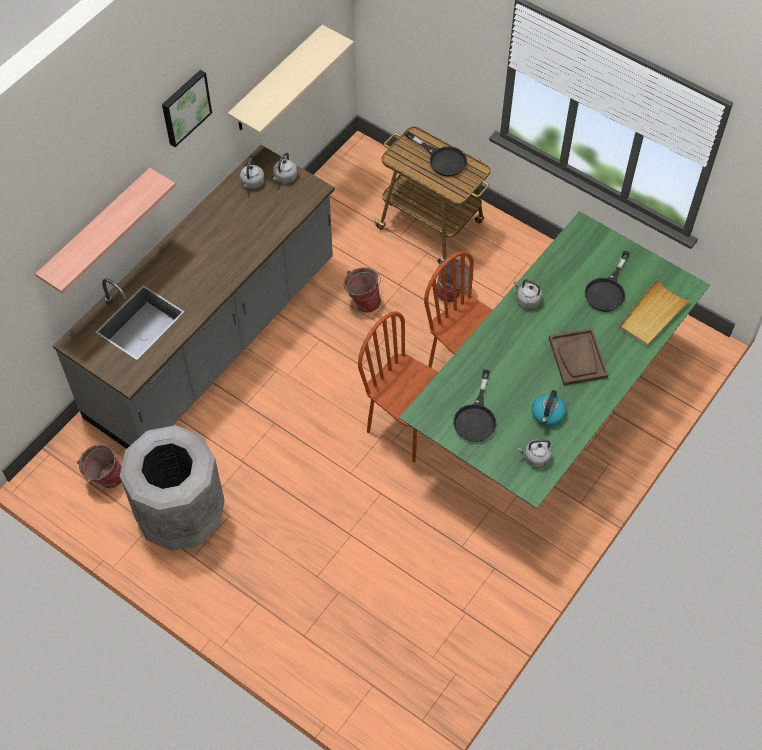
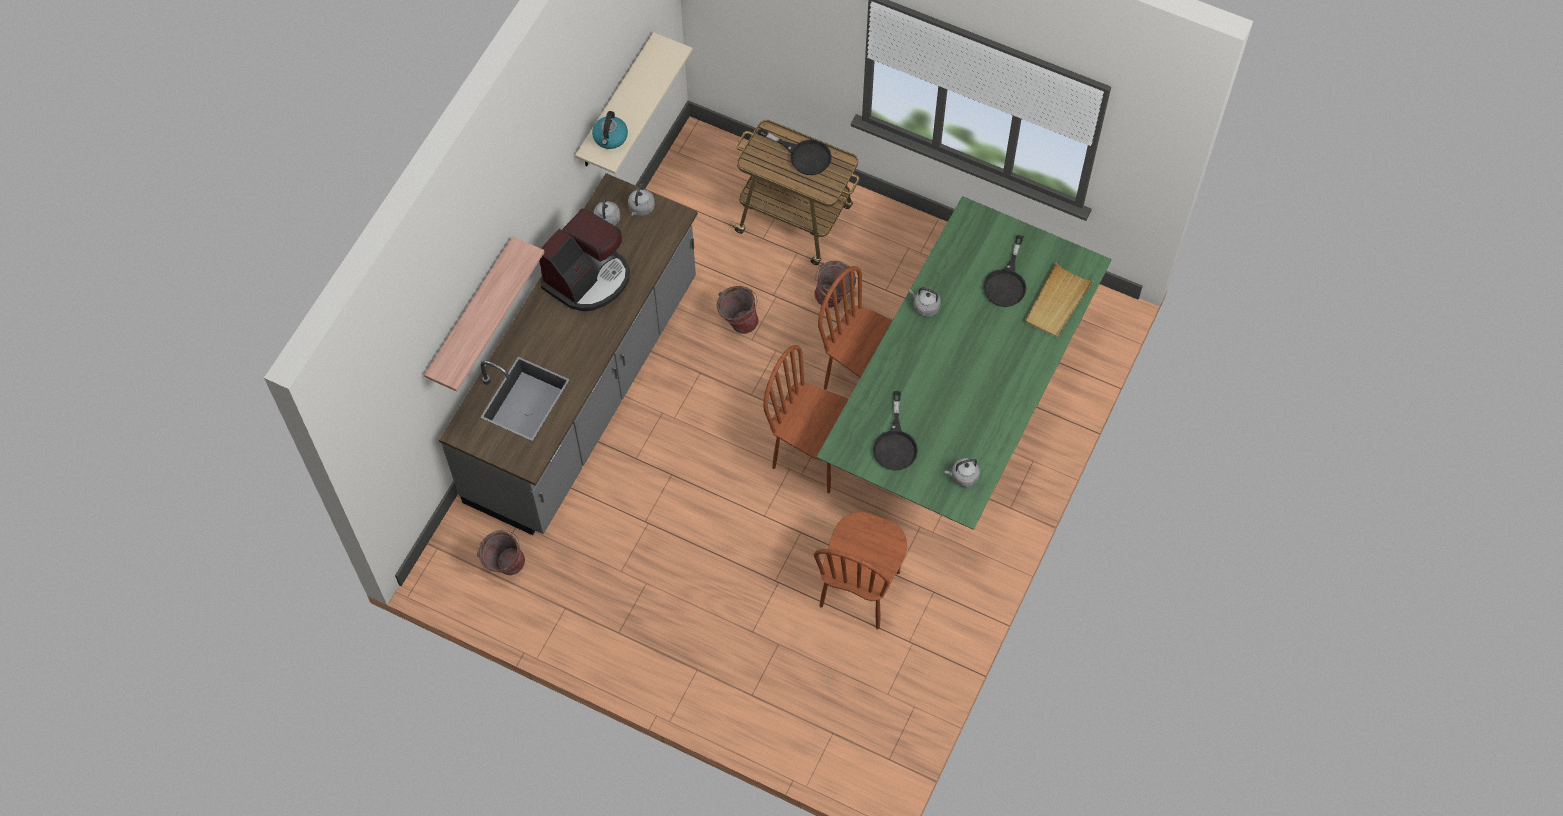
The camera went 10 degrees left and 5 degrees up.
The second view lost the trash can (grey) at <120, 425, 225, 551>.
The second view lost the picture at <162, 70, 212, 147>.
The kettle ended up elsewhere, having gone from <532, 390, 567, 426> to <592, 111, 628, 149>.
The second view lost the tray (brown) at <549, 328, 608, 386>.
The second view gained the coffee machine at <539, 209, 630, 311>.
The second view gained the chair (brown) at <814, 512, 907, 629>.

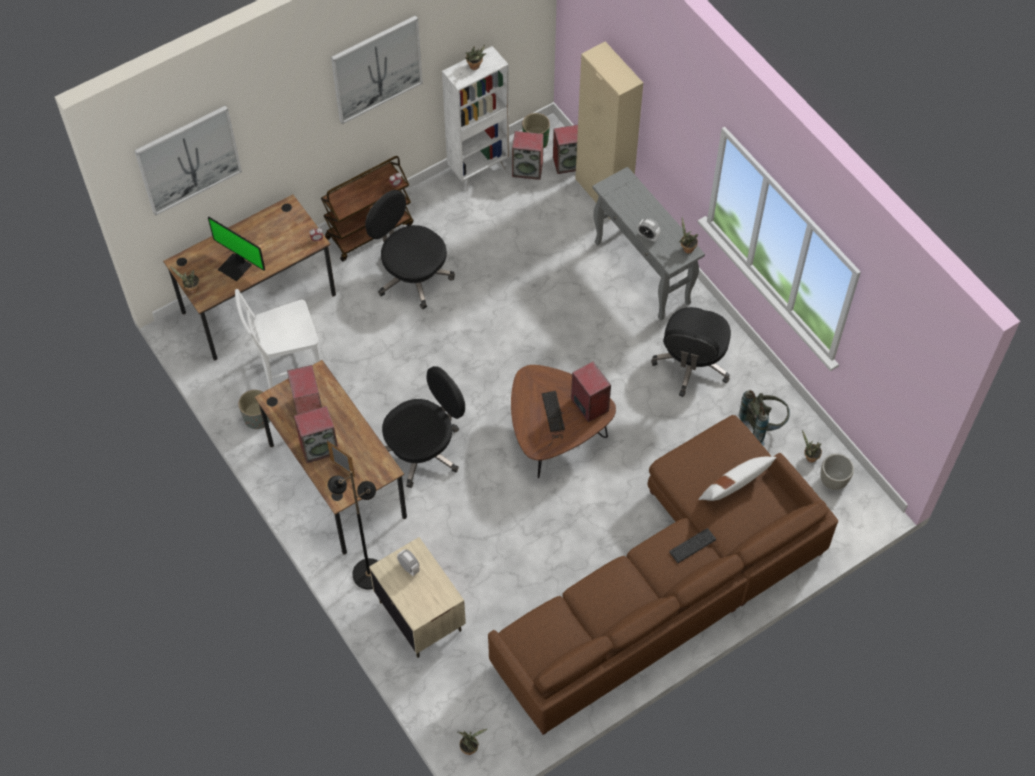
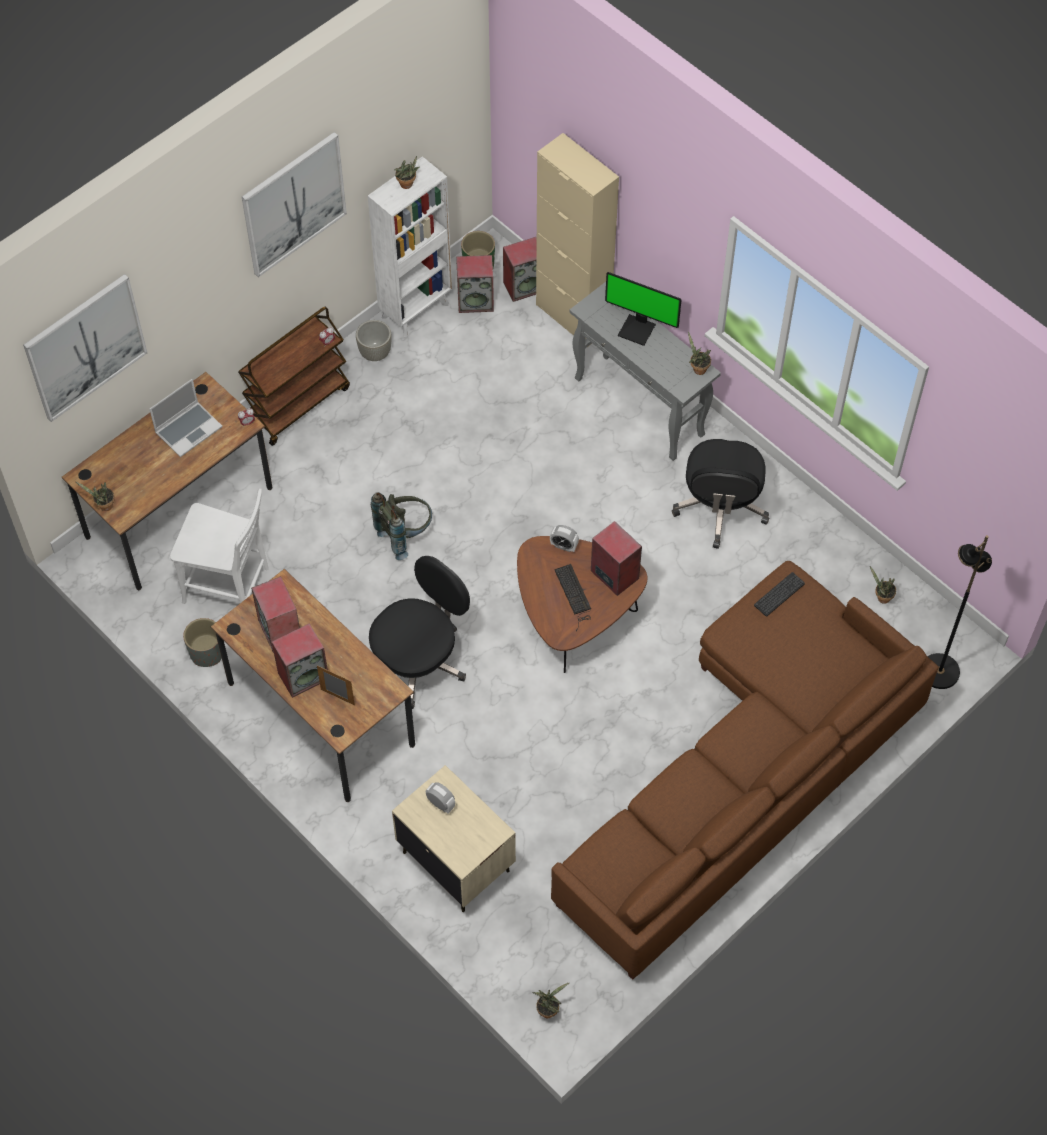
The camera went 10 degrees left and 0 degrees up.
The monitor ended up elsewhere, having gone from <208, 217, 265, 281> to <605, 272, 681, 346>.
The chair (white) at <235, 289, 320, 389> ended up facing another way, 135 degrees counterclockwise from before.
The floor lamp (black) ended up elsewhere, having gone from <327, 471, 378, 589> to <928, 535, 992, 689>.
The second view lost the office chair (black) at <365, 190, 455, 309>.
The alarm clock ended up elsewhere, having gone from <637, 218, 661, 242> to <550, 525, 579, 552>.
The keyboard ended up elsewhere, having gone from <669, 528, 716, 563> to <754, 572, 805, 617>.
The second view lost the pillow (white) at <698, 456, 776, 501>.
The backpack (grey) ended up elsewhere, having gone from <739, 390, 790, 446> to <371, 492, 432, 560>.
The planter (grey) ended up elsewhere, having gone from <821, 454, 854, 490> to <356, 320, 392, 361>.
The second view gained the laptop at <150, 379, 222, 457>.

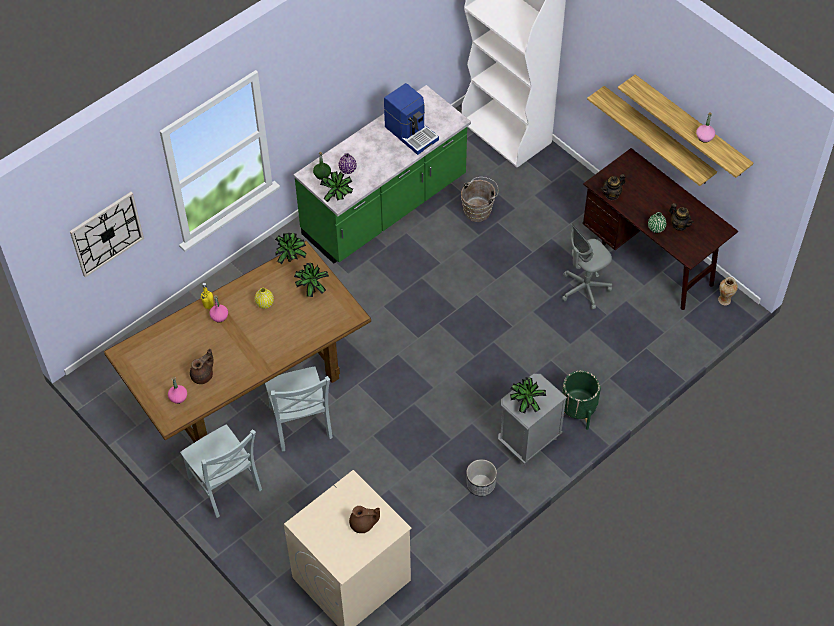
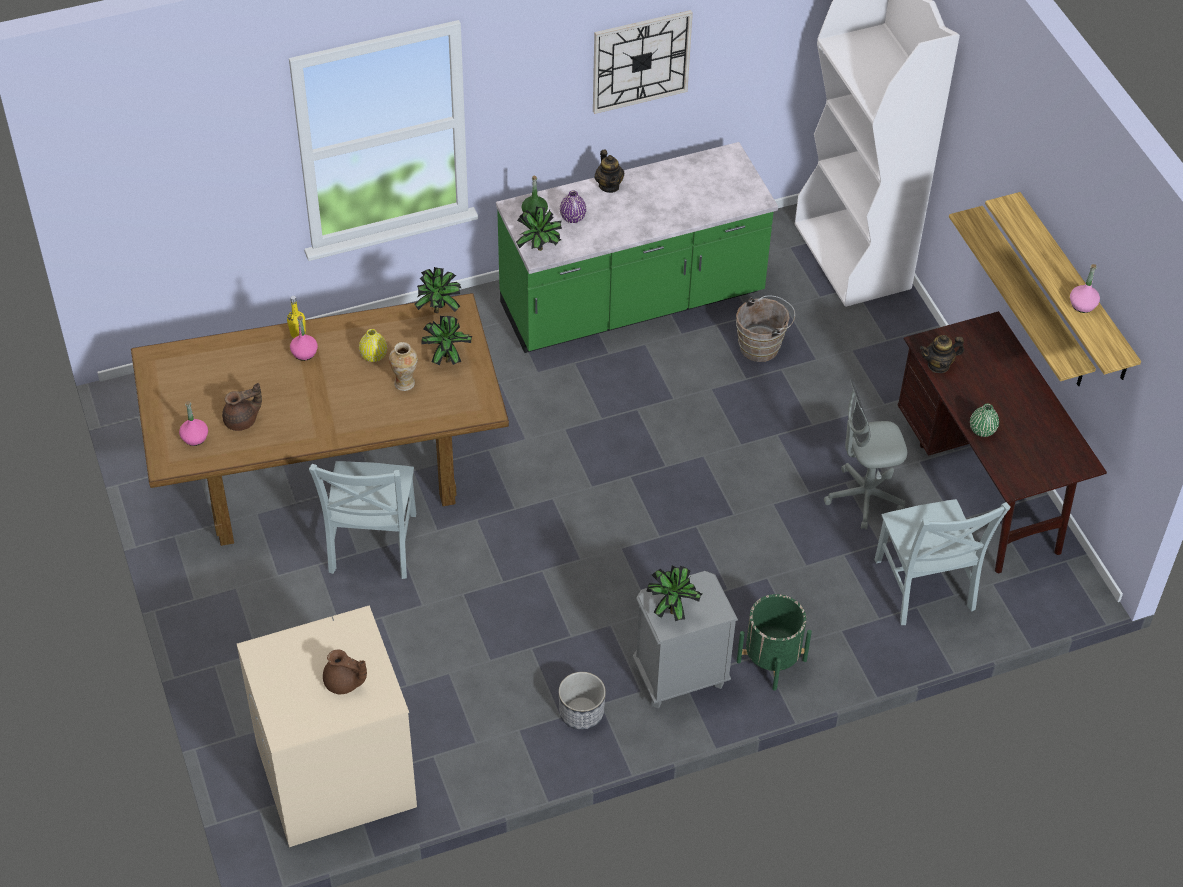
The camera went 20 degrees right and 5 degrees down.
The wall clock ended up elsewhere, having gone from <70, 192, 144, 278> to <593, 10, 693, 114>.
The chair (grey) ended up elsewhere, having gone from <180, 424, 262, 518> to <874, 499, 1011, 625>.
The second view lost the coffee machine at <384, 83, 439, 155>.
The teapot ended up elsewhere, having gone from <669, 203, 694, 231> to <595, 150, 624, 193>.
The vase ended up elsewhere, having gone from <718, 277, 738, 306> to <389, 342, 418, 391>.

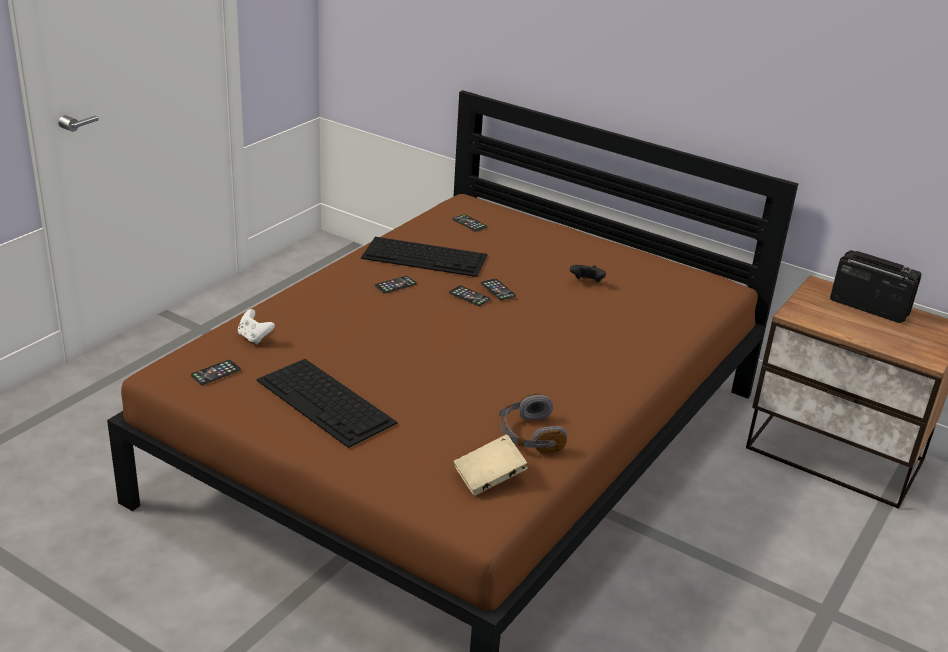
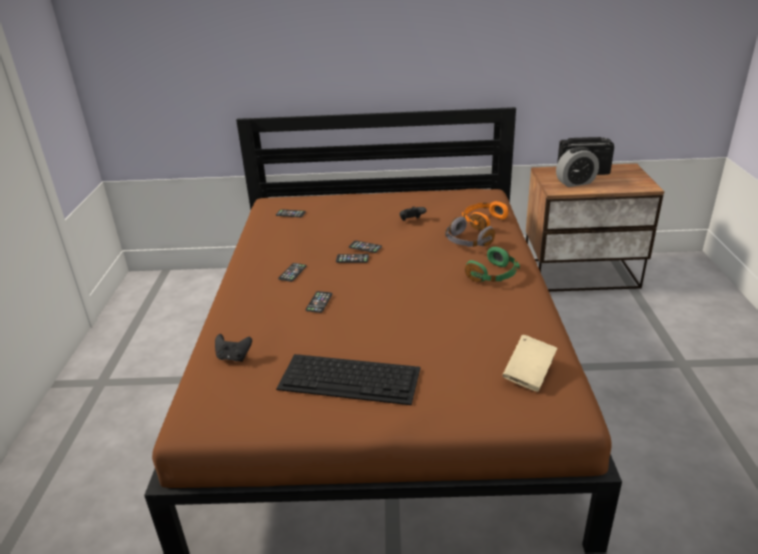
The camera went 30 degrees left and 0 degrees up.
The phone ended up elsewhere, having gone from <191, 360, 241, 385> to <306, 291, 332, 313>.
What was the game controller (white) at <238, 309, 275, 344> turned into the game controller (black) at <215, 334, 252, 362>.
The second view lost the keyboard at <361, 237, 487, 277>.
The headphones (grey) ended up elsewhere, having gone from <499, 394, 567, 454> to <445, 217, 495, 247>.
The second view gained the headphones (orange) at <462, 201, 509, 230>.
The second view gained the headphones (green) at <465, 247, 520, 282>.
The second view gained the alarm clock at <556, 147, 599, 187>.

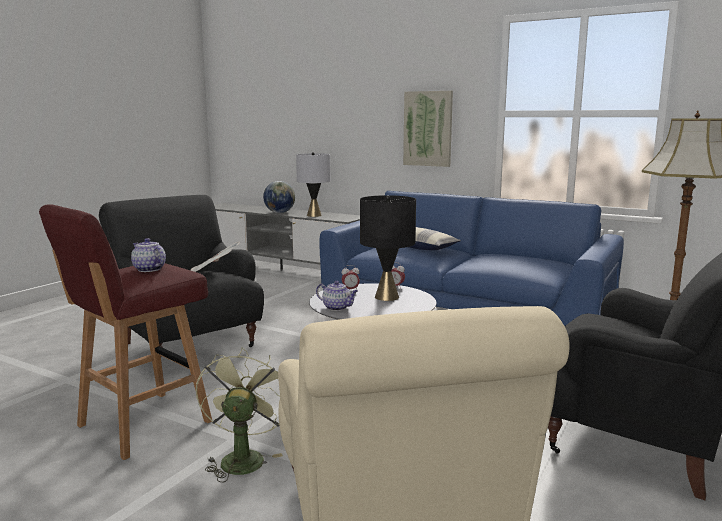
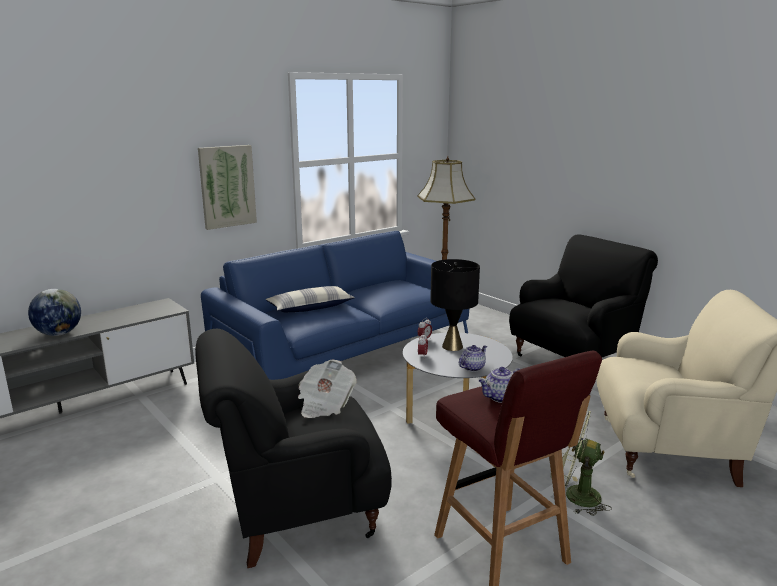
The camera went 70 degrees left and 5 degrees up.
The second view lost the table lamp (grey) at <296, 152, 330, 217>.

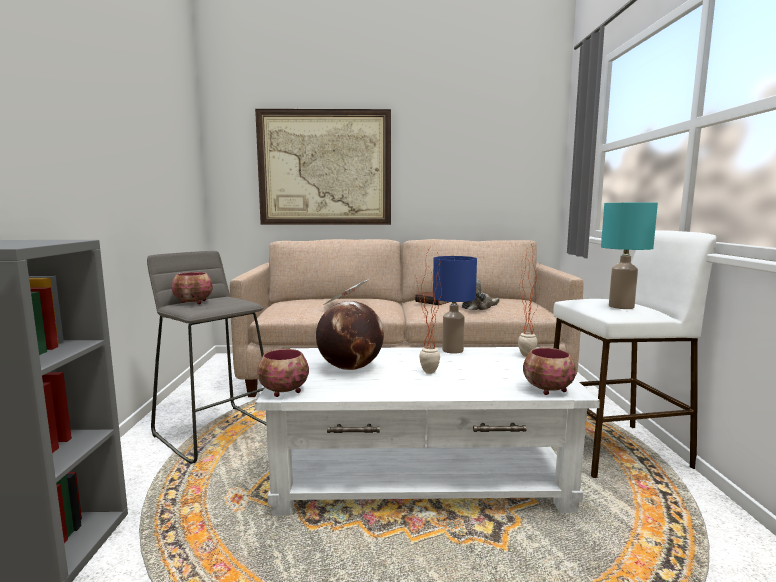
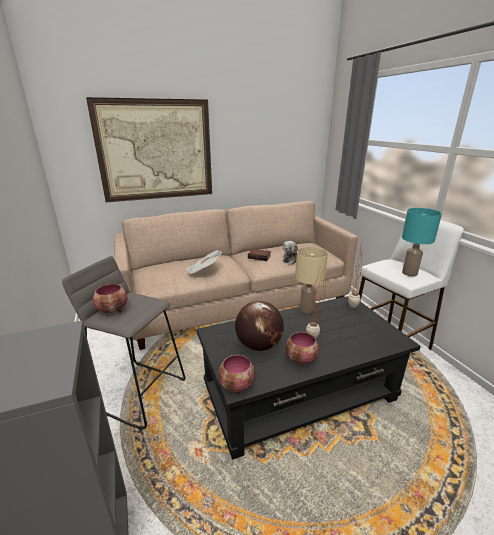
The camera went 20 degrees left and 15 degrees up.
What was the coffee table (white) at <255, 347, 600, 516> turned into the coffee table (black) at <196, 296, 421, 460>.
What was the table lamp (blue) at <433, 256, 477, 354> turned into the table lamp (beige) at <295, 247, 328, 314>.
The bowl ended up elsewhere, having gone from <523, 348, 576, 395> to <285, 332, 319, 367>.

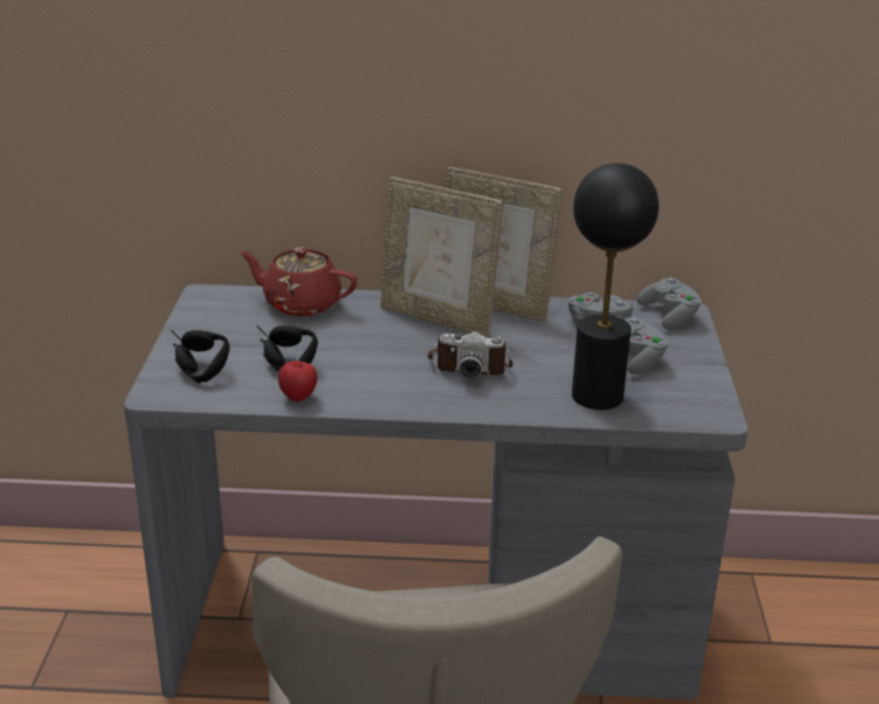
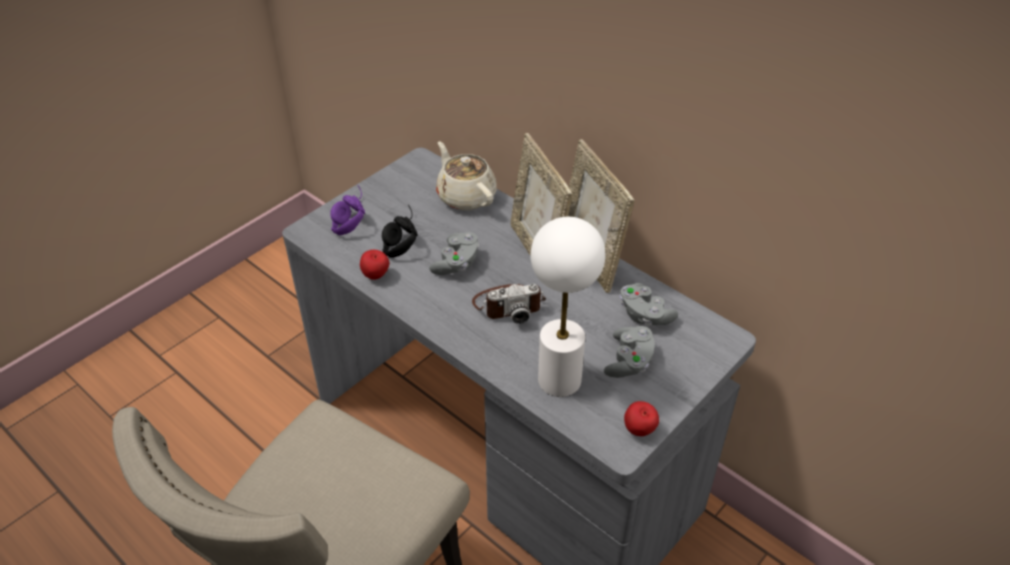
The camera went 40 degrees right and 15 degrees up.
What was the headphones (black) at <171, 330, 230, 383> turned into the headphones (purple) at <330, 185, 365, 235>.
What was the teapot (red) at <239, 247, 358, 316> turned into the teapot (beige) at <436, 141, 497, 210>.
The photo camera at <428, 331, 513, 378> ended up facing another way, 60 degrees counterclockwise from before.
What was the table lamp (black) at <572, 163, 659, 410> turned into the table lamp (white) at <531, 217, 606, 397>.
The game controller (grey) ended up elsewhere, having gone from <637, 278, 702, 329> to <429, 232, 479, 275>.
The second view gained the apple at <624, 401, 659, 436>.

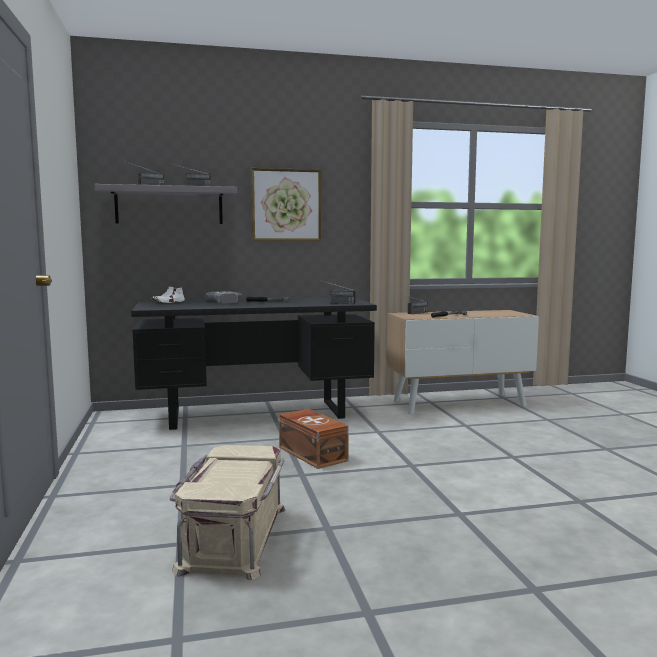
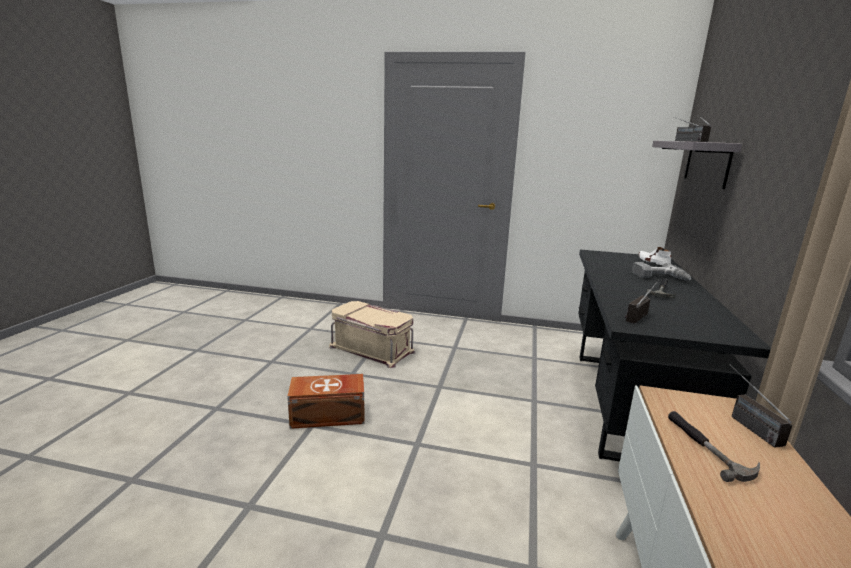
The camera went 115 degrees right and 10 degrees up.
The second view lost the picture at <251, 168, 322, 241>.
The storage box (brown) ended up elsewhere, having gone from <279, 409, 349, 469> to <287, 374, 364, 429>.

